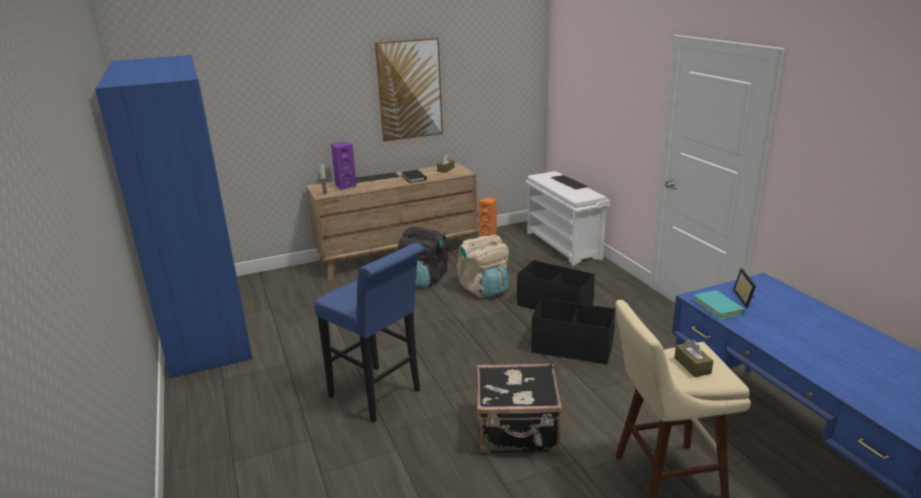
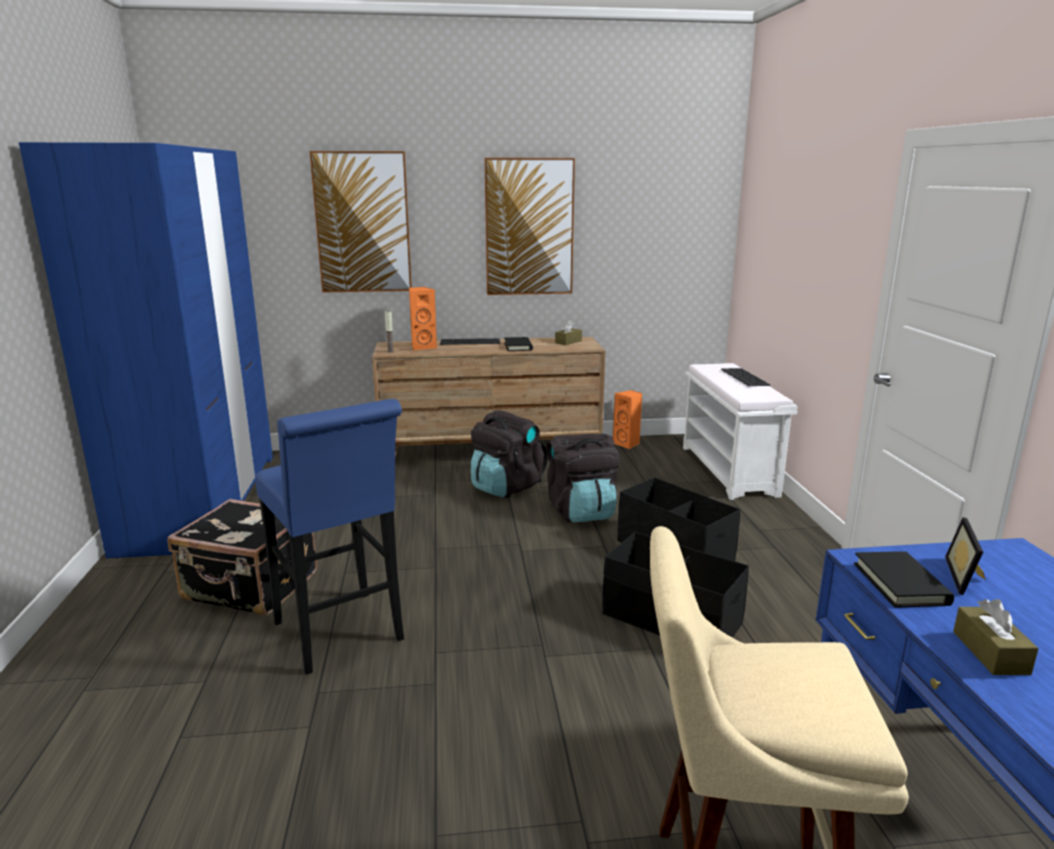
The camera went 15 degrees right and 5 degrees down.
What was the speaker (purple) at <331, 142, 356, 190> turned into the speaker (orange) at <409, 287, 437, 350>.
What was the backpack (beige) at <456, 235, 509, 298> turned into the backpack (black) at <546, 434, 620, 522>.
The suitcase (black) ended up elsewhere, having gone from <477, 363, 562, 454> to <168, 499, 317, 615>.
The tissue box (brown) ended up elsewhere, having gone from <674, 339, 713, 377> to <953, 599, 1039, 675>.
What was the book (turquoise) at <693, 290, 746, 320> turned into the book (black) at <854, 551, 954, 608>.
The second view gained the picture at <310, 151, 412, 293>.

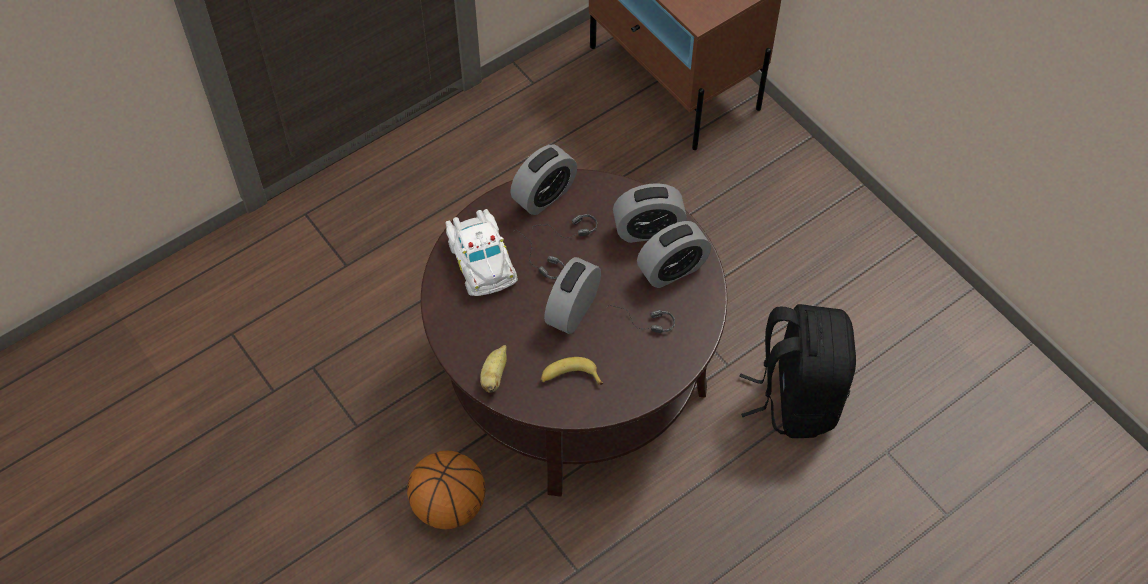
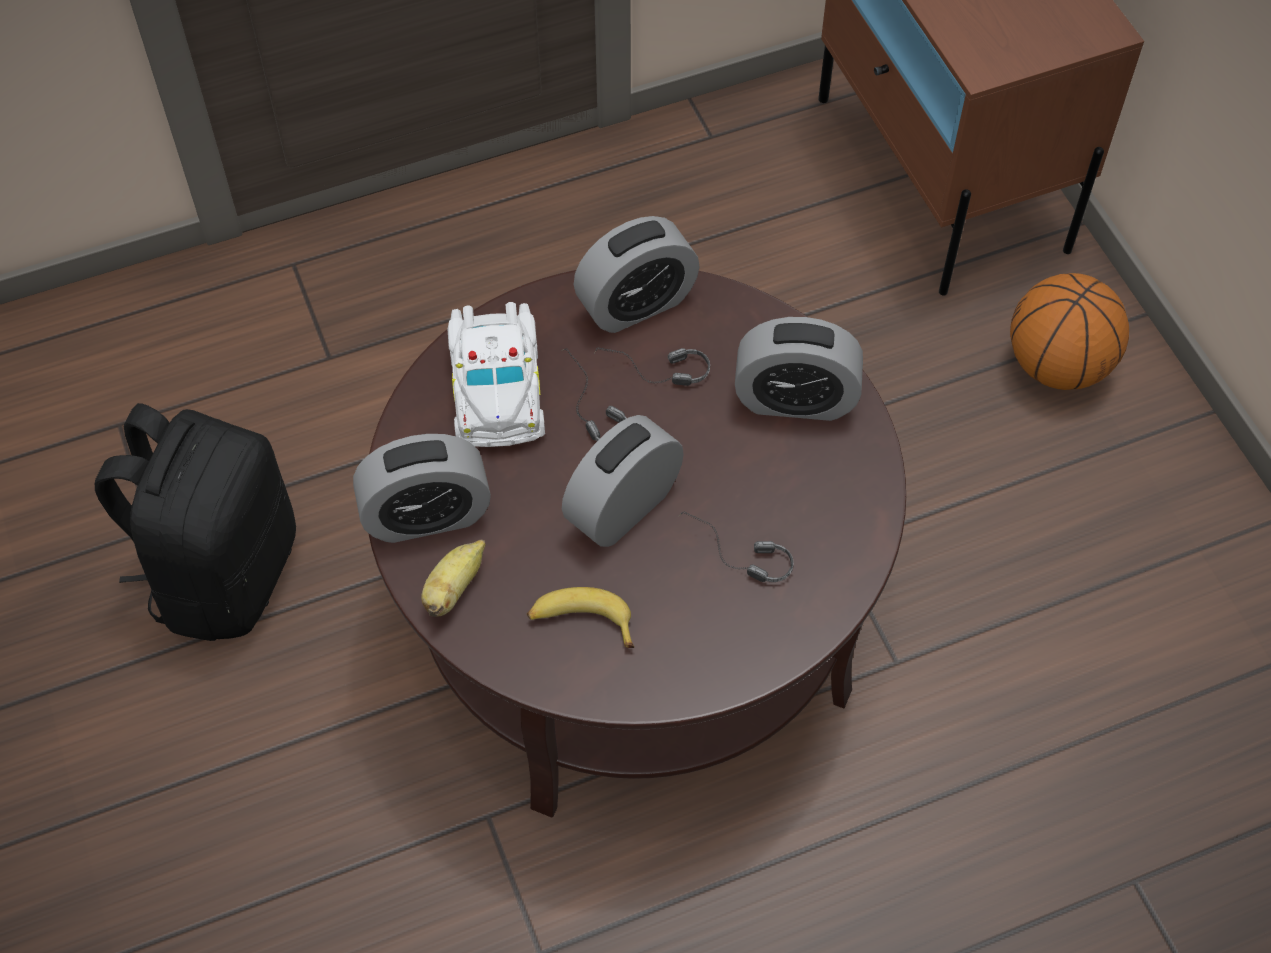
The camera went 15 degrees right and 0 degrees up.
The basketball ended up elsewhere, having gone from <407, 451, 486, 529> to <1010, 273, 1129, 390>.
The alarm clock ended up elsewhere, having gone from <637, 221, 711, 288> to <353, 434, 491, 543>.
The backpack (black) ended up elsewhere, having gone from <739, 304, 856, 438> to <95, 403, 296, 641>.

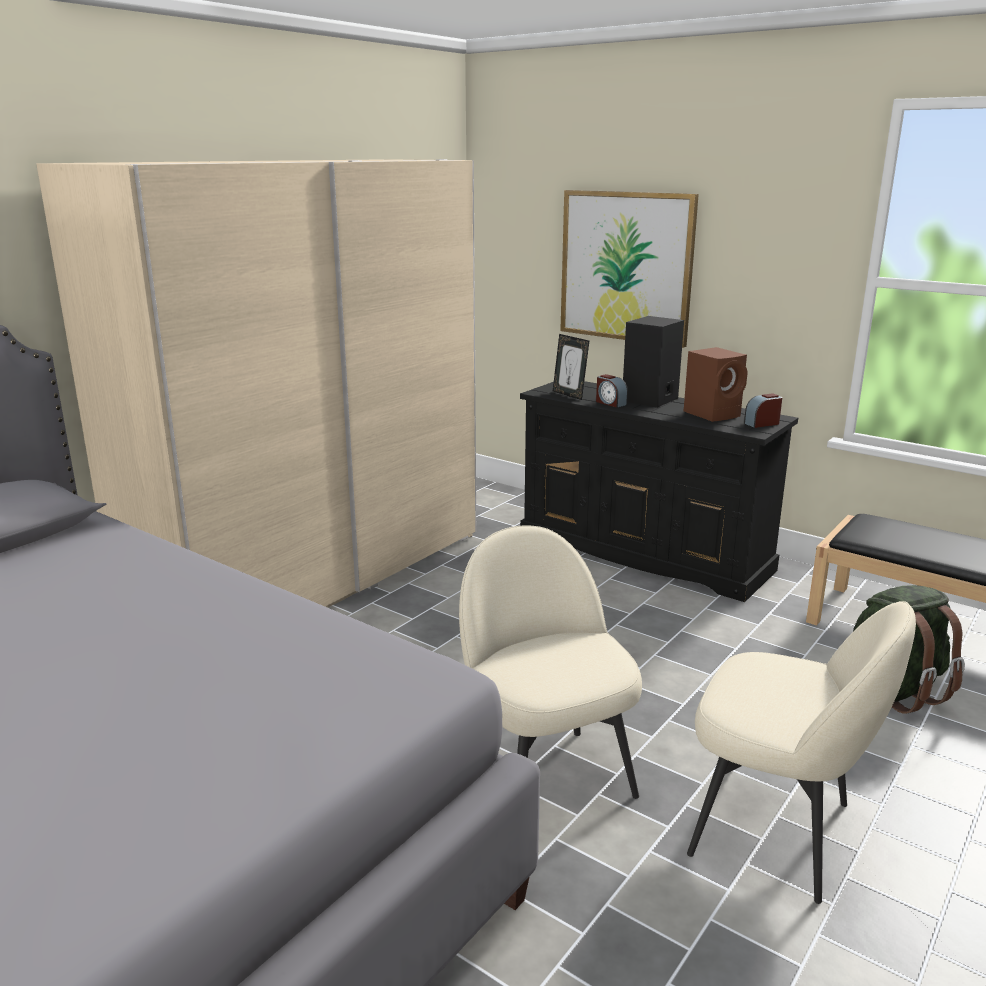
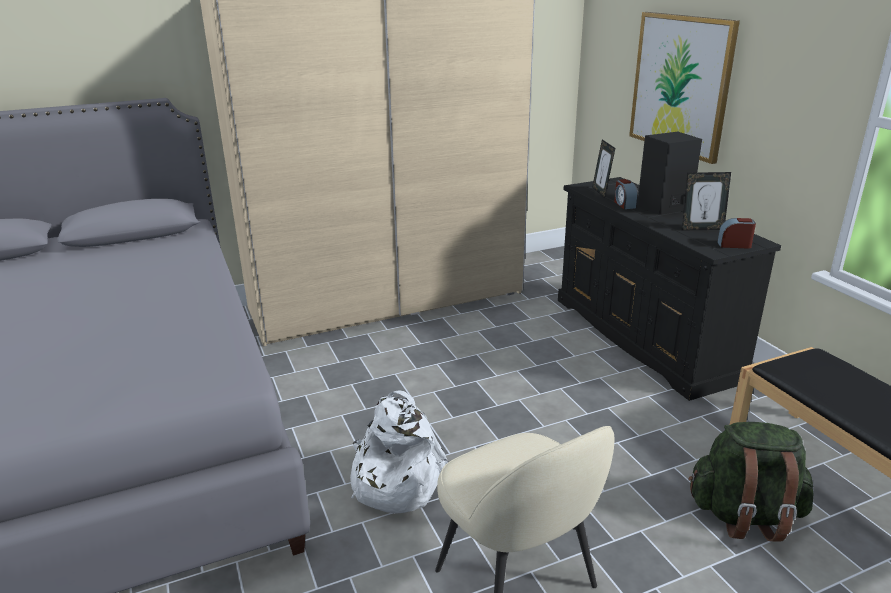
The camera went 30 degrees right and 5 degrees up.
Where the chair (beige) stood at <459, 526, 642, 799>, the backpack (white) came to stand at <350, 390, 449, 514>.
Where the speaker (brown) stood at <684, 347, 748, 422>, the picture frame came to stand at <682, 172, 731, 230>.

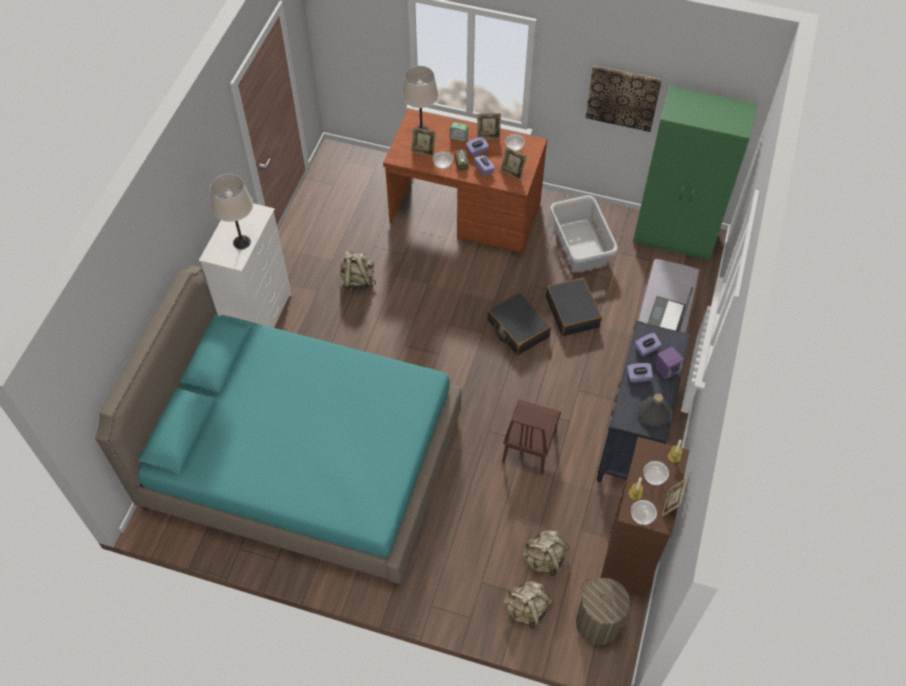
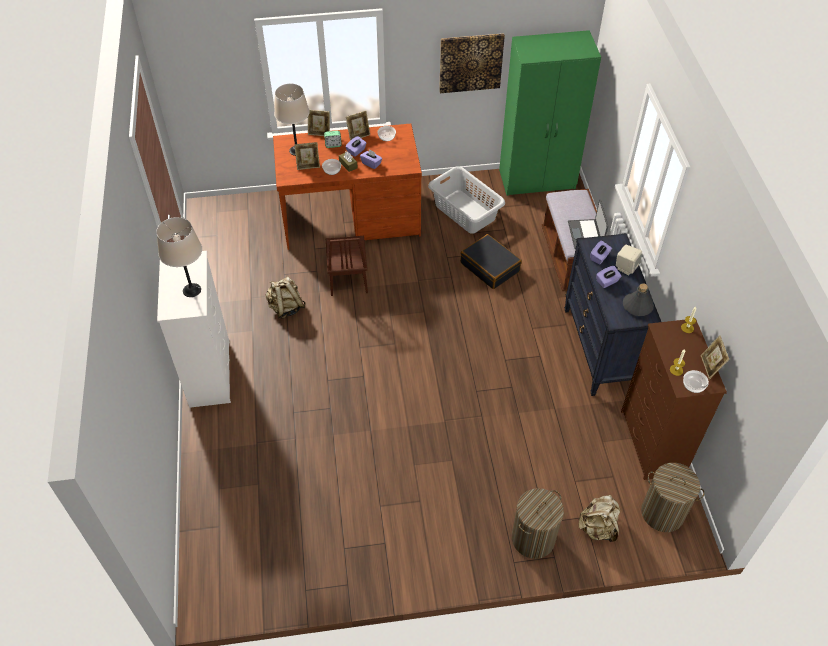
The camera went 25 degrees left and 5 degrees down.
The second view lost the bed (turquoise) at <95, 265, 461, 585>.
The second view lost the suitcase (black) at <487, 292, 551, 355>.
The picture frame ended up elsewhere, having gone from <500, 147, 527, 180> to <308, 110, 330, 136>.
The chair (brown) ended up elsewhere, having gone from <502, 399, 561, 475> to <326, 236, 368, 296>.
The second view lost the backpack (beige) at <522, 530, 570, 576>.
The second view lost the bowl at <643, 461, 669, 485>.
What was the speaker (purple) at <655, 347, 684, 379> turned into the speaker (beige) at <616, 244, 642, 275>.
The second view gained the laundry basket at <512, 488, 564, 559>.

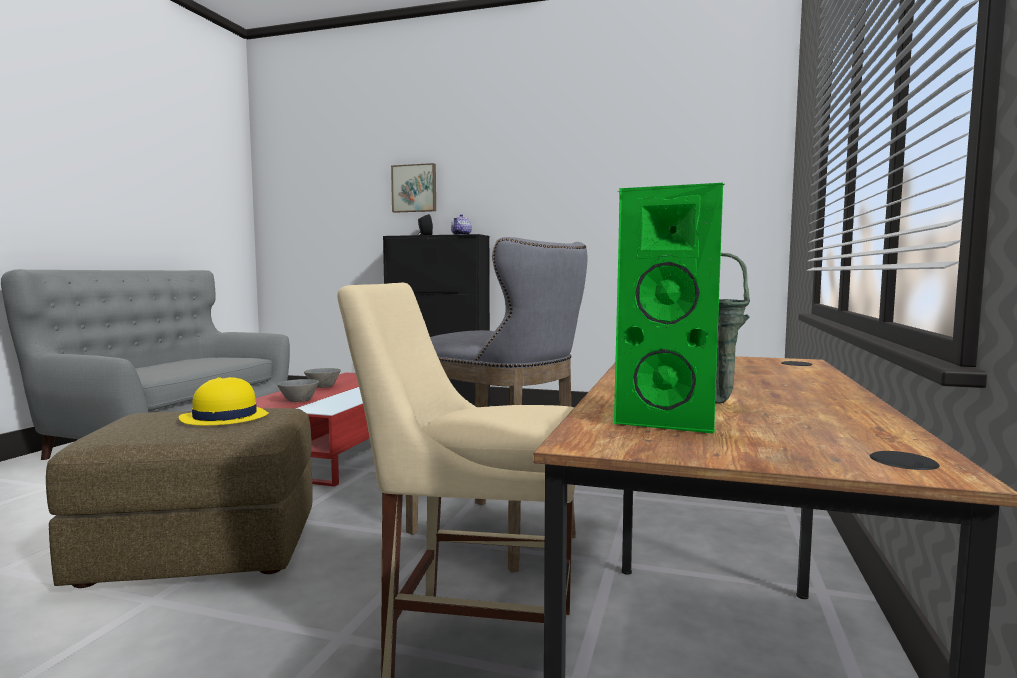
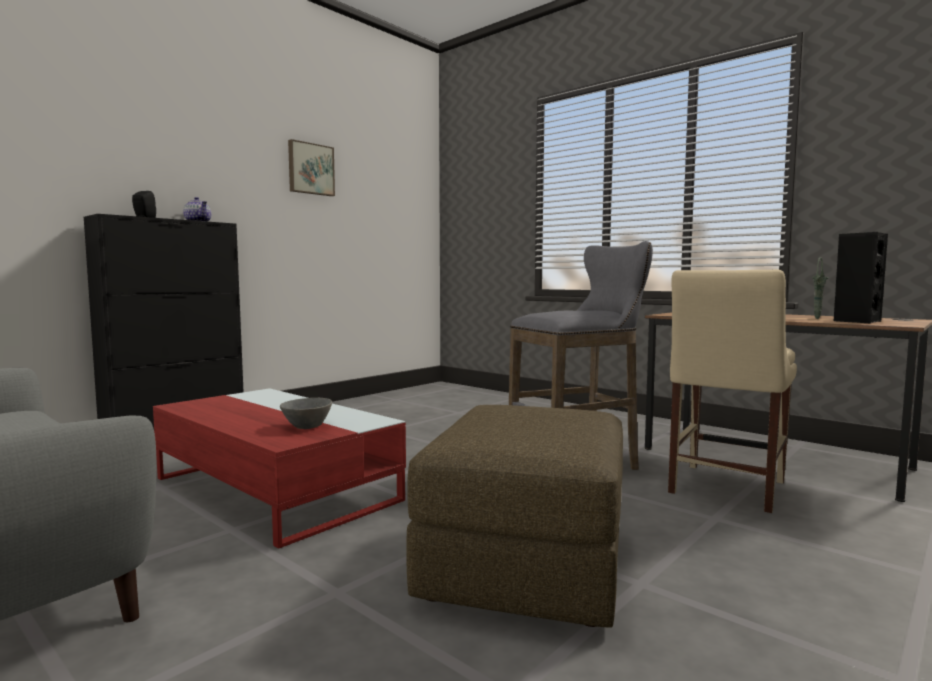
The camera went 65 degrees left and 0 degrees up.
The second view lost the hat (yellow) at <179, 377, 269, 425>.
The second view lost the bowl (grey) at <304, 368, 341, 388>.
The picture ended up elsewhere, having gone from <391, 163, 436, 213> to <288, 139, 335, 196>.
What was the speaker (green) at <614, 183, 724, 434> turned into the speaker (black) at <834, 232, 888, 324>.

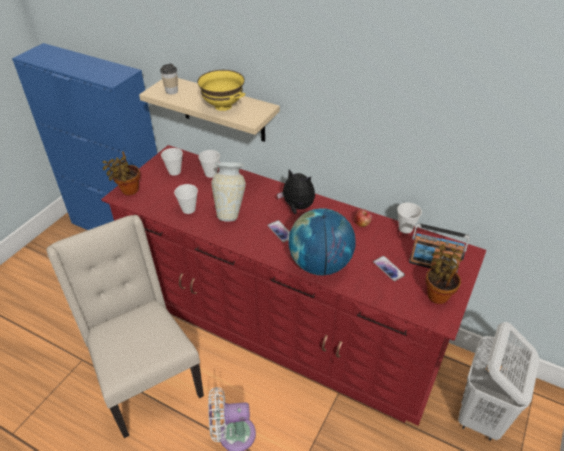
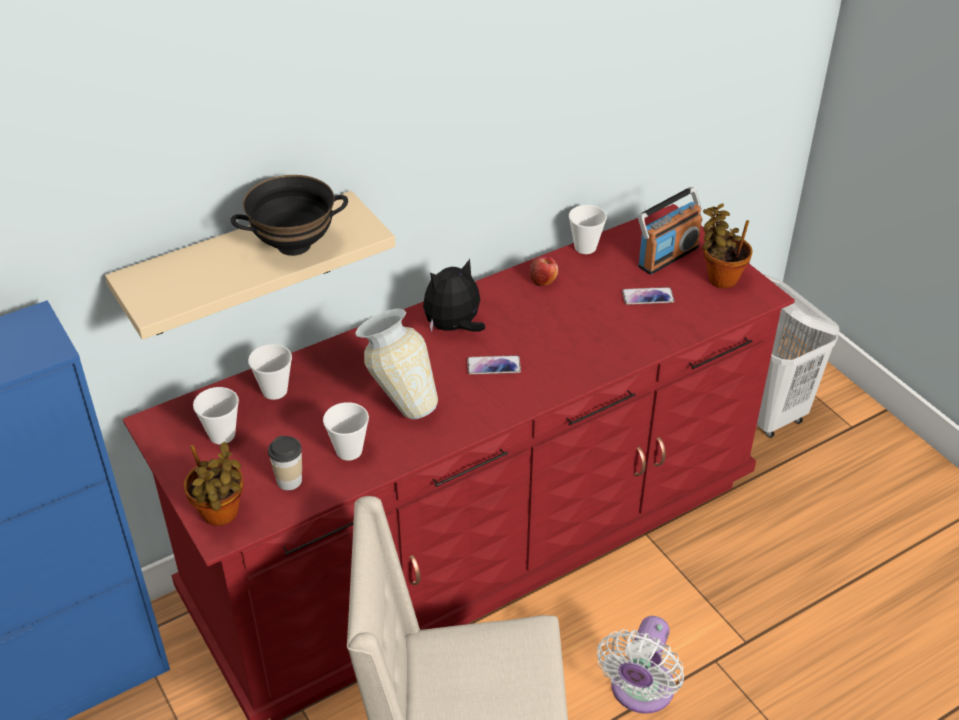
The camera went 60 degrees left and 0 degrees up.
The cup ended up elsewhere, having gone from <160, 64, 178, 94> to <268, 436, 302, 490>.
What was the bowl (yellow) at <197, 70, 245, 111> turned into the bowl (black) at <231, 175, 348, 256>.
The second view lost the globe at <288, 208, 356, 275>.

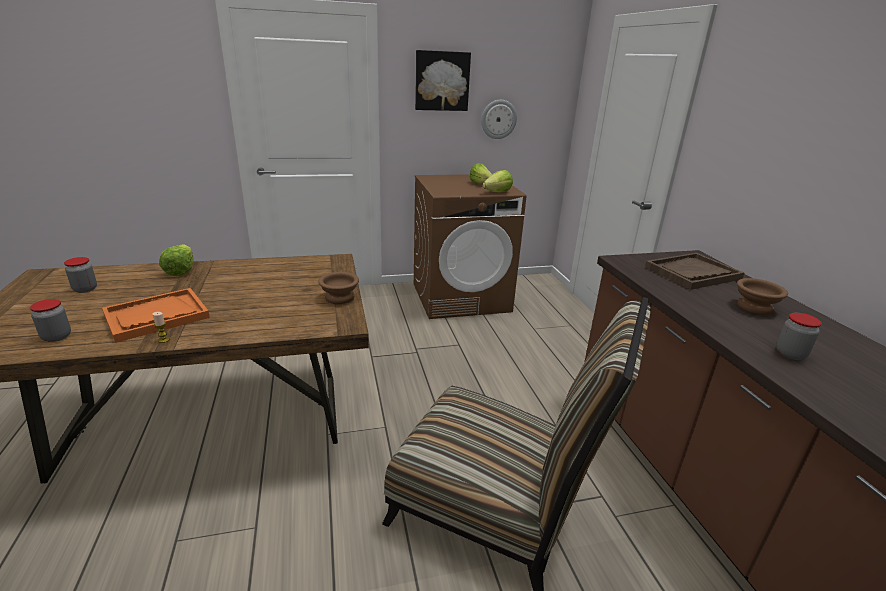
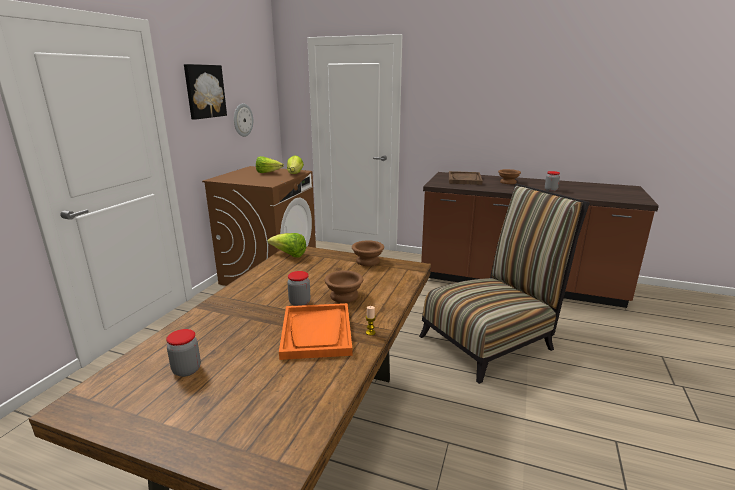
The camera went 55 degrees left and 5 degrees down.
The jar ended up elsewhere, having gone from <30, 299, 71, 342> to <287, 271, 310, 306>.
The lettuce ended up elsewhere, having gone from <159, 244, 194, 276> to <267, 233, 306, 258>.
The second view gained the bowl (brown) at <325, 271, 363, 303>.

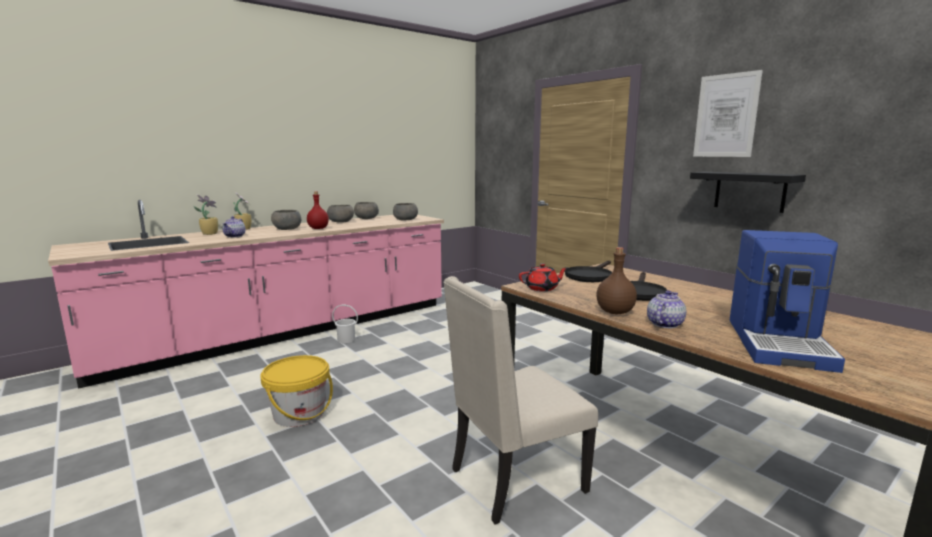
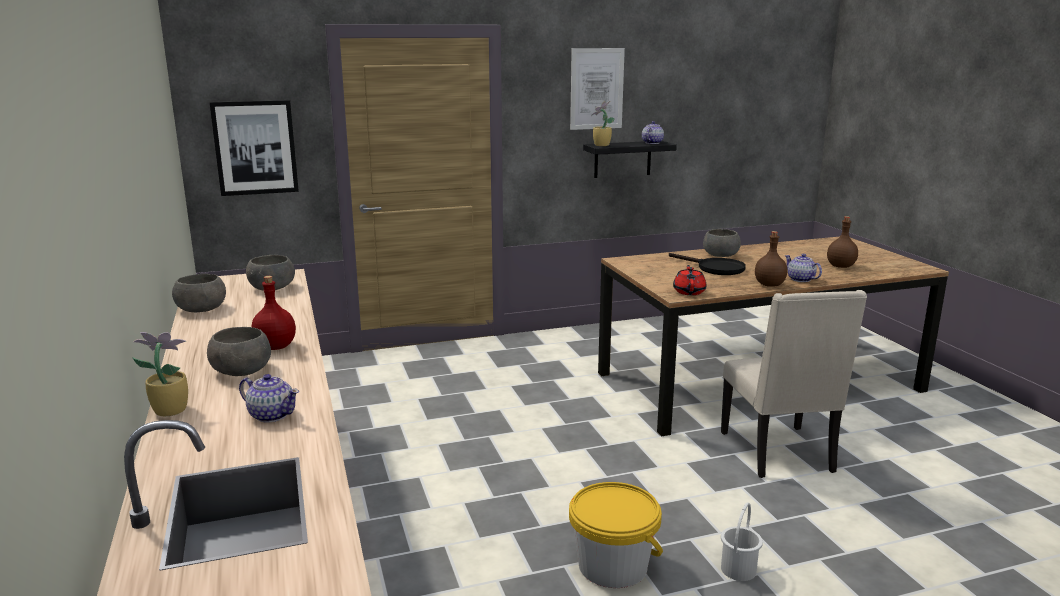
The camera went 70 degrees left and 5 degrees up.
The potted plant ended up elsewhere, having gone from <194, 195, 218, 235> to <591, 101, 614, 146>.
The bowl (grey) ended up elsewhere, having gone from <327, 205, 354, 223> to <703, 229, 741, 257>.
The bucket (white) ended up elsewhere, having gone from <332, 304, 358, 343> to <721, 503, 763, 581>.
The second view lost the frying pan (black) at <565, 261, 612, 282>.
Where the coffee machine stood at <729, 230, 845, 373>, the bottle (brown) came to stand at <827, 216, 858, 268>.
The second view gained the picture at <209, 100, 299, 196>.
The second view gained the teapot at <642, 121, 664, 144>.

